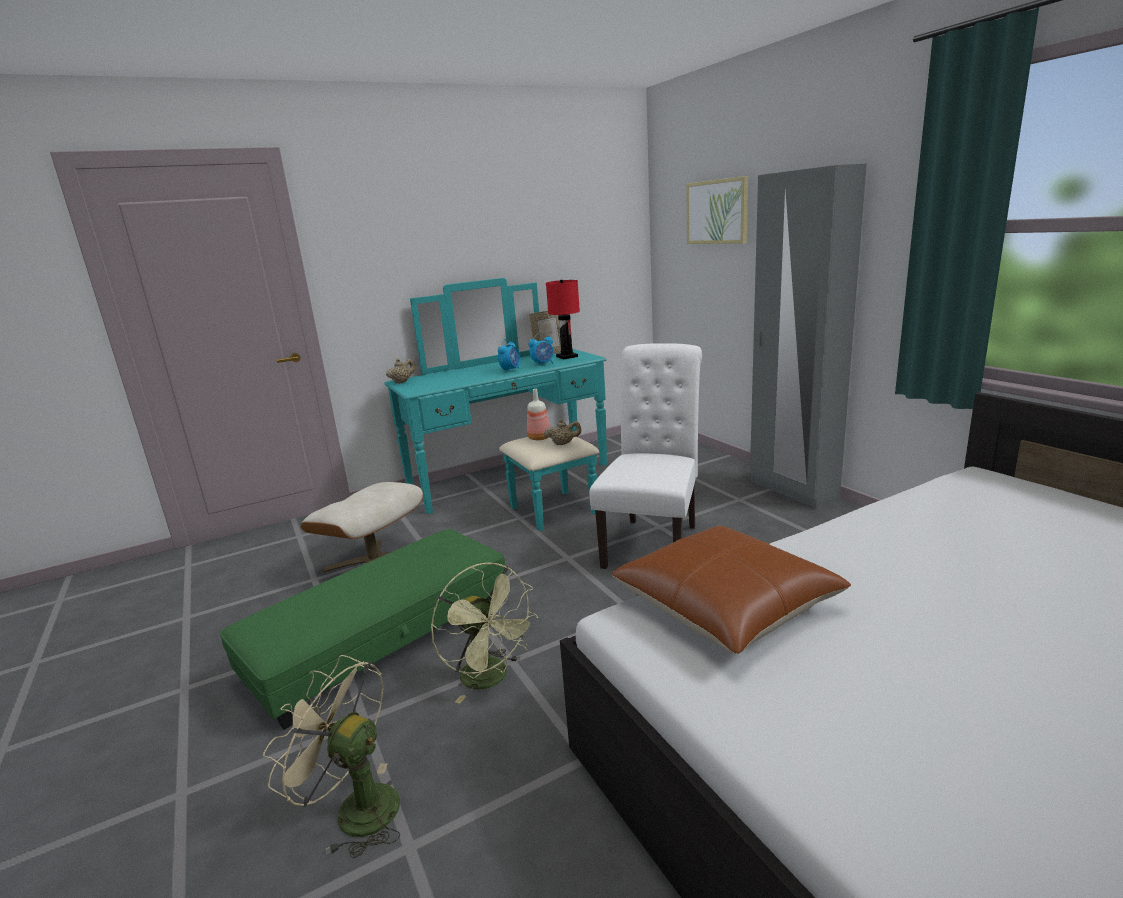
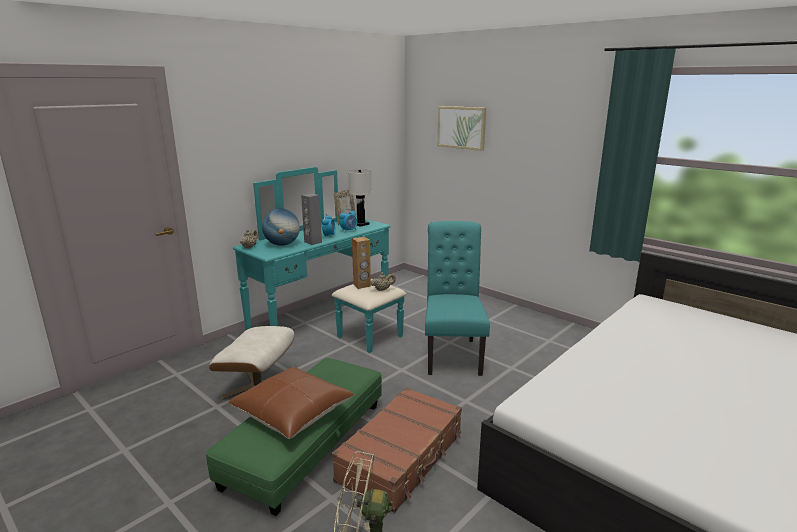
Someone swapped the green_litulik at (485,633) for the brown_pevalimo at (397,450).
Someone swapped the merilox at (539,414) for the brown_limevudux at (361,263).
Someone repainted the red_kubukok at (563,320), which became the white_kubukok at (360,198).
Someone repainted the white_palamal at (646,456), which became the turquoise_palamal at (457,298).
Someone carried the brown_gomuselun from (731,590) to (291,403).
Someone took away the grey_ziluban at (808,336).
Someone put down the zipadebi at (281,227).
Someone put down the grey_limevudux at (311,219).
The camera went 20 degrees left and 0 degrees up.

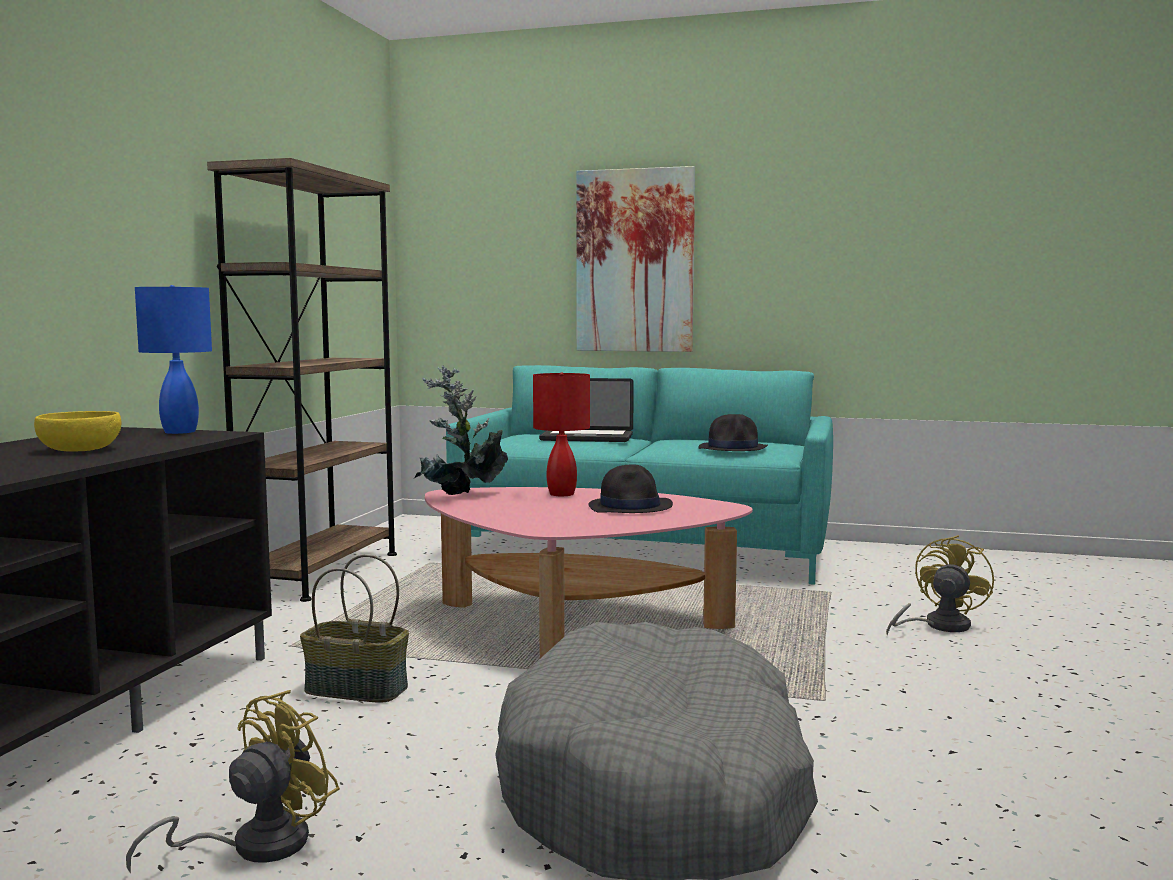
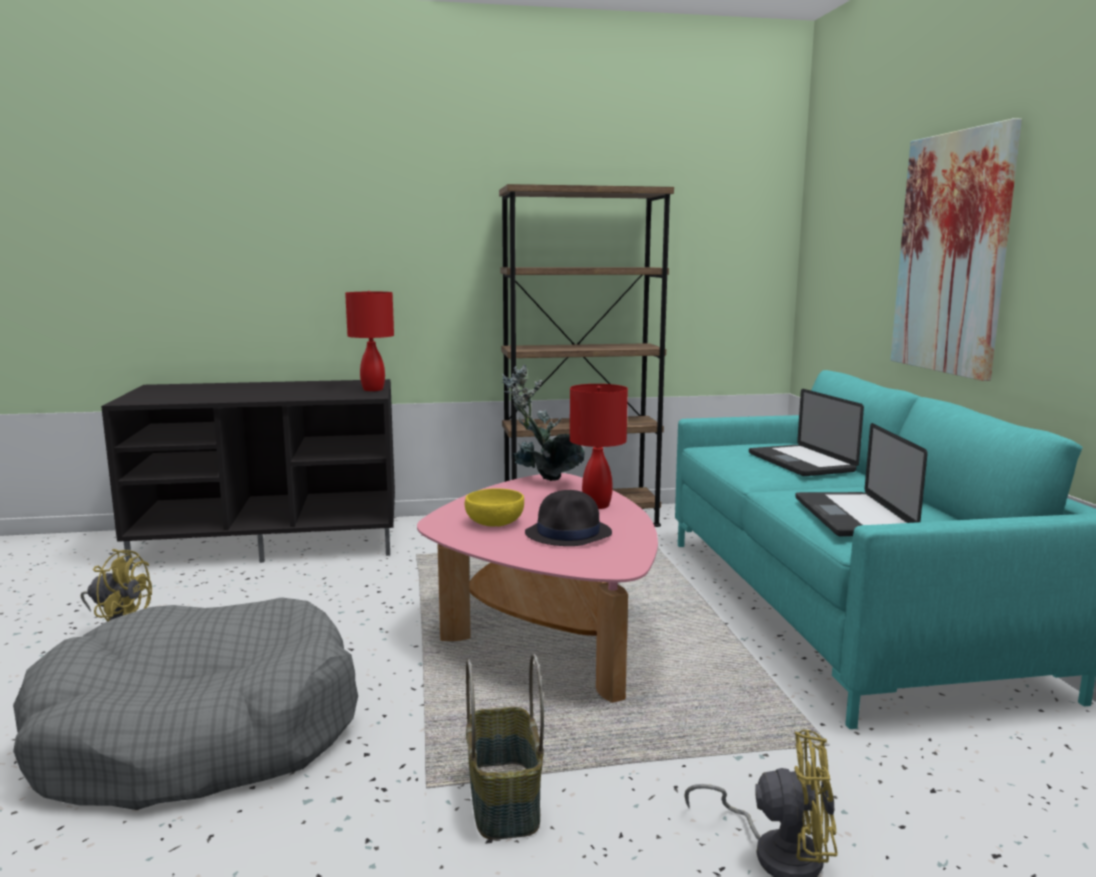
Someone carried the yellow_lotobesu from (77,431) to (494,507).
Someone repainted the blue_kubukok at (173,359), which became the red_kubukok at (369,341).
Someone carried the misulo from (354,628) to (505,747).
Someone swapped the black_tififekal at (733,432) for the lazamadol at (862,479).
The camera went 65 degrees right and 5 degrees up.

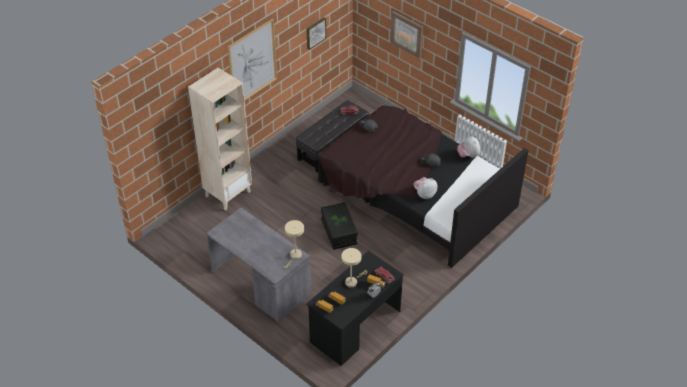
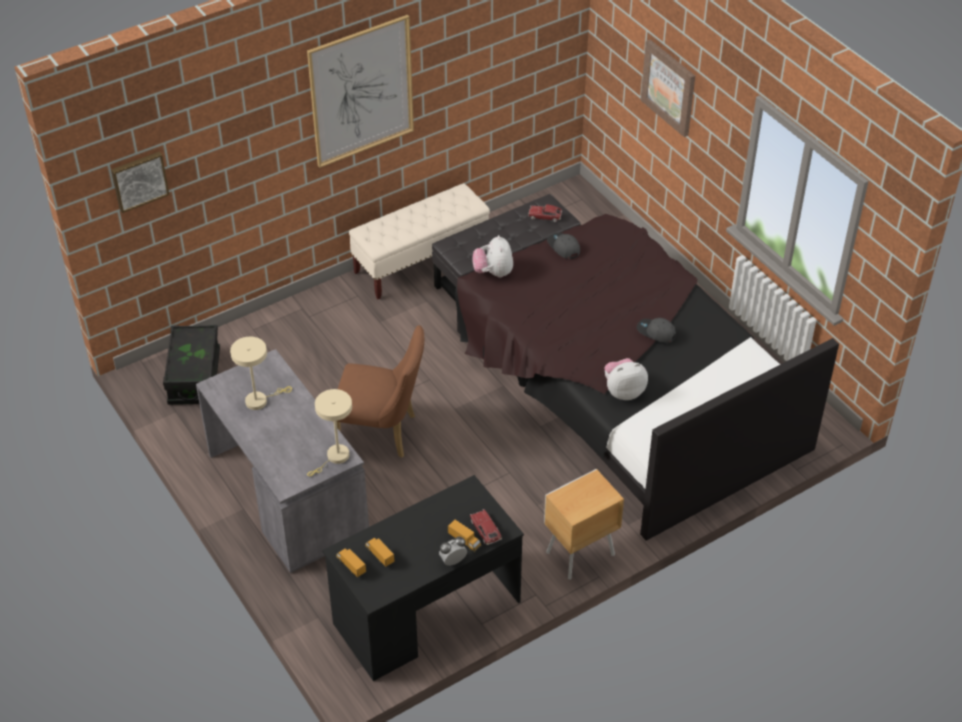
Someone took away the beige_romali at (220,139).
Someone carried the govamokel from (316,33) to (140,182).
Someone carried the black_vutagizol from (339,226) to (191,365).
Someone carried the beige_kubukok from (354,268) to (261,373).
Someone carried the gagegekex from (468,147) to (492,256).
Someone put down the brown_palamal at (380,391).
Someone put down the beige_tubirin at (419,241).
Someone put down the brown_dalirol at (584,524).
The camera went 15 degrees right and 0 degrees up.

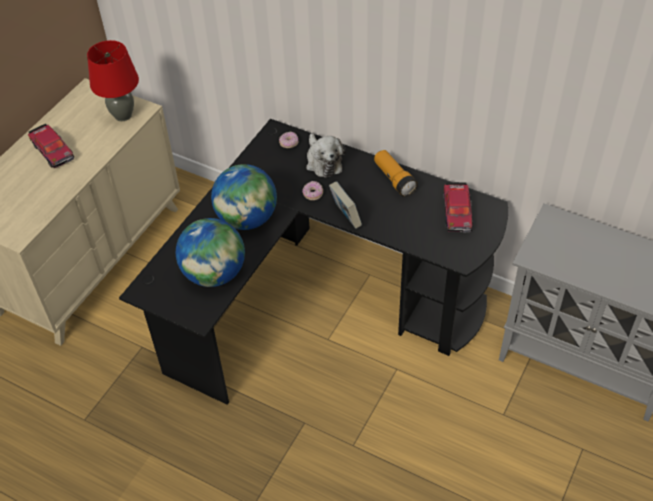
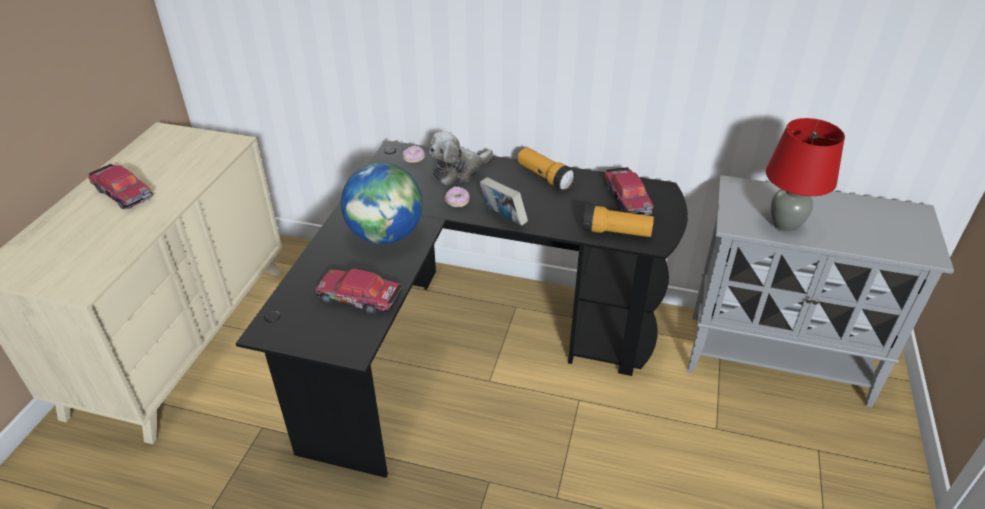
Someone carried the red_kubukok from (113,80) to (805,175).
Someone swapped the zipadebi at (210,252) for the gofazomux at (359,291).
Someone rotated the gagegekex at (326,155) by 90 degrees clockwise.
Someone put down the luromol at (618,221).
The camera went 15 degrees left and 10 degrees down.

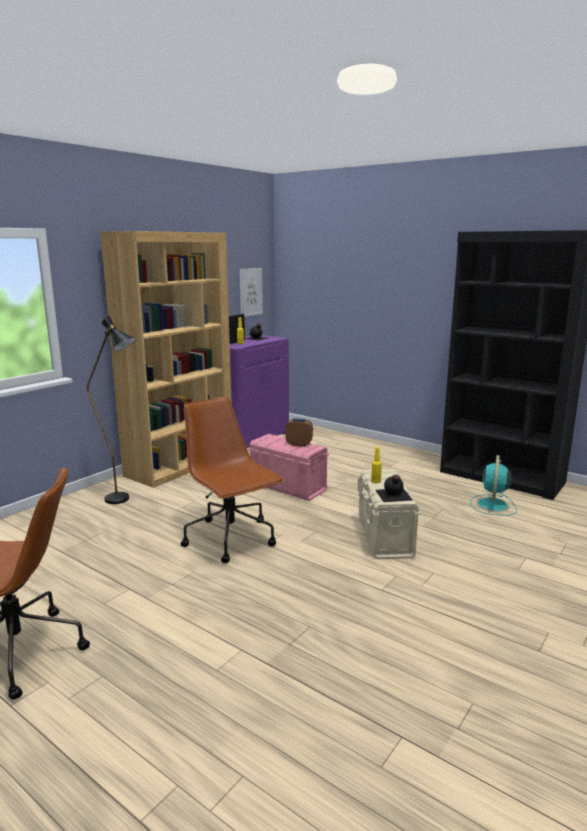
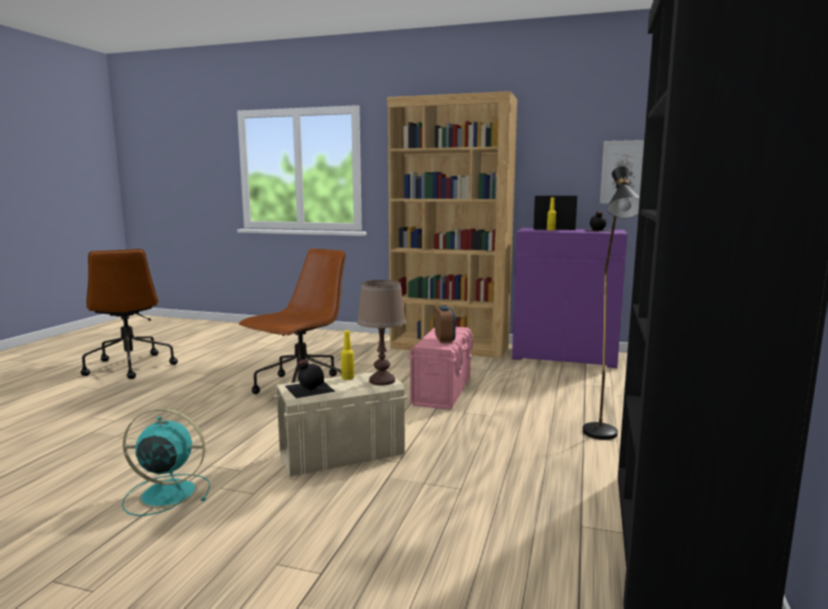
Someone carried the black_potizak from (111,410) to (611,303).
Someone carried the turquoise_litulik from (493,485) to (166,462).
Someone put down the brown_kubukok at (381,332).
The camera went 70 degrees right and 5 degrees down.

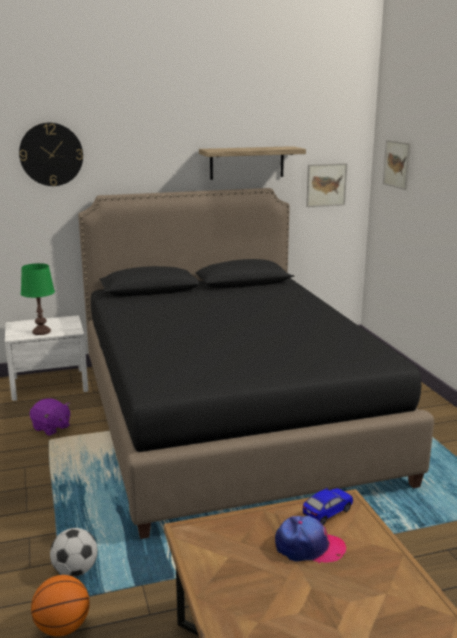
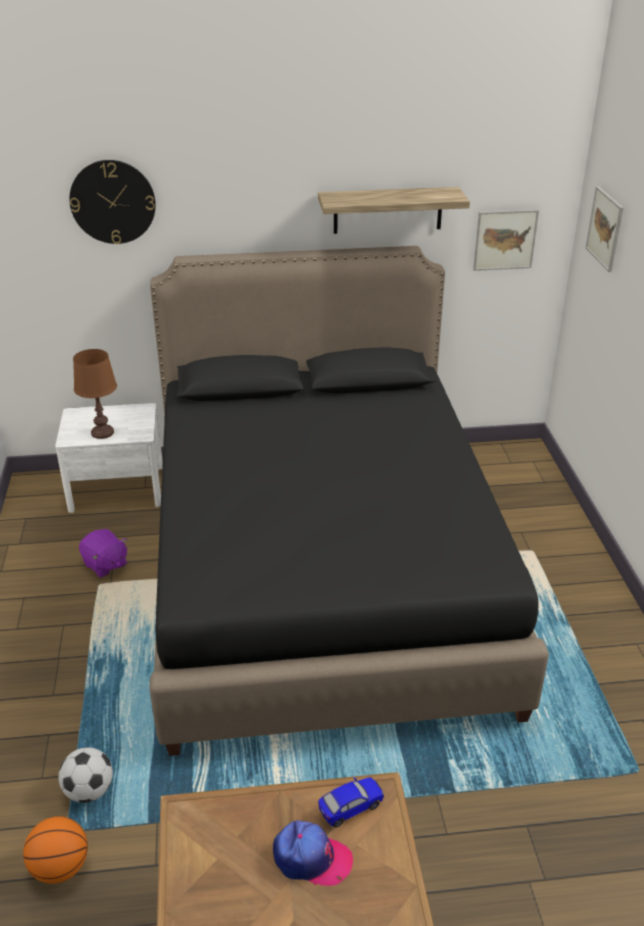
Someone repainted the green_kubukok at (38,299), which became the brown_kubukok at (95,394).
The camera went 10 degrees right and 15 degrees up.

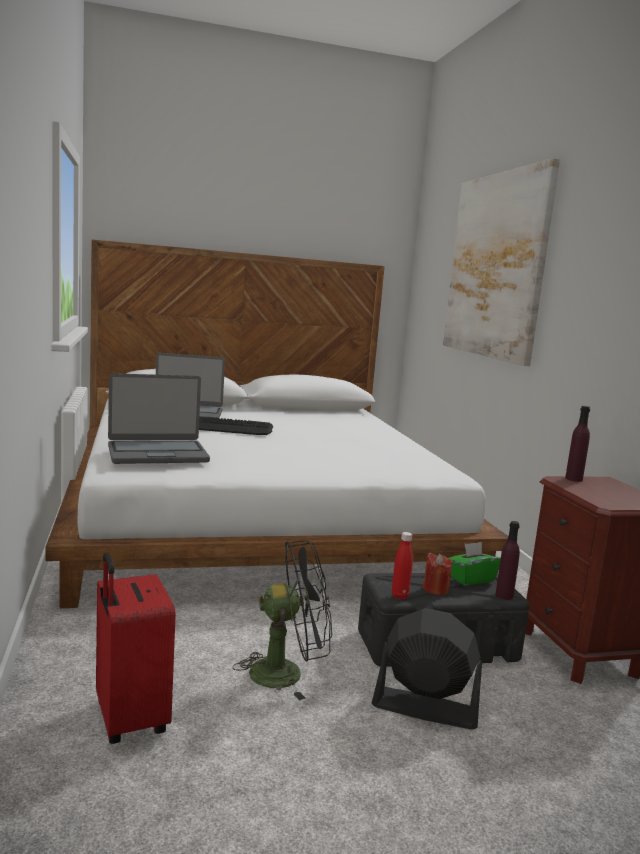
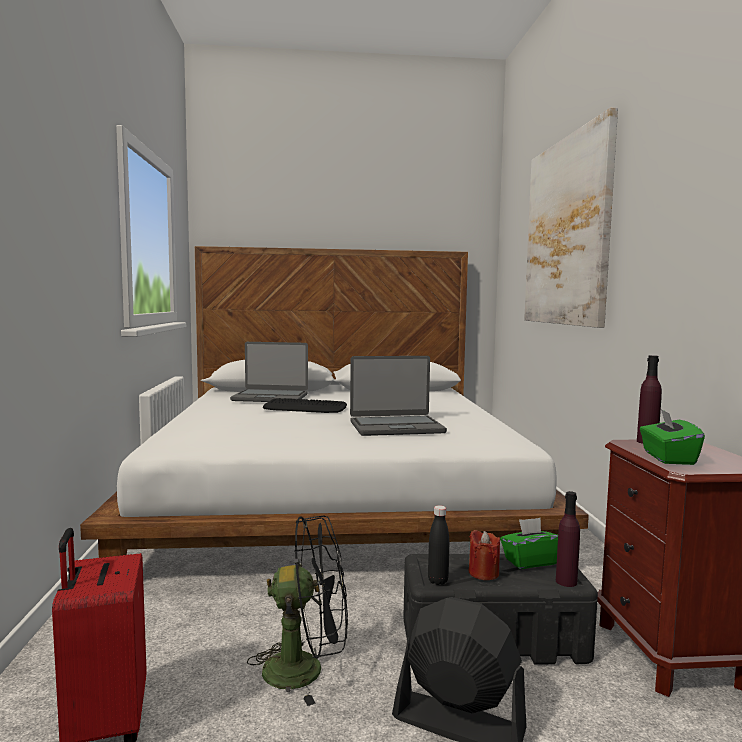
Someone carried the lazamadol from (159,418) to (398,396).
Someone repainted the red_merilox at (402,565), which became the black_merilox at (438,545).
Someone put down the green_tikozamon at (672,437).
The camera went 10 degrees right and 5 degrees down.

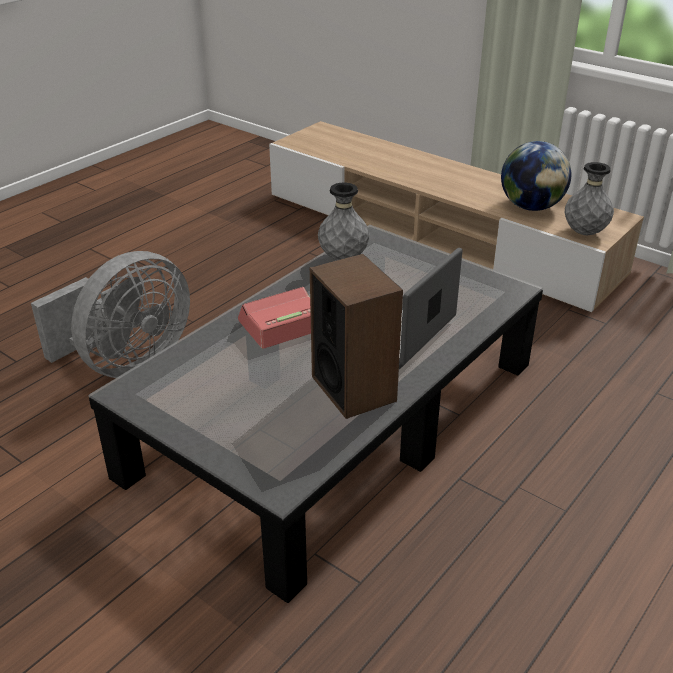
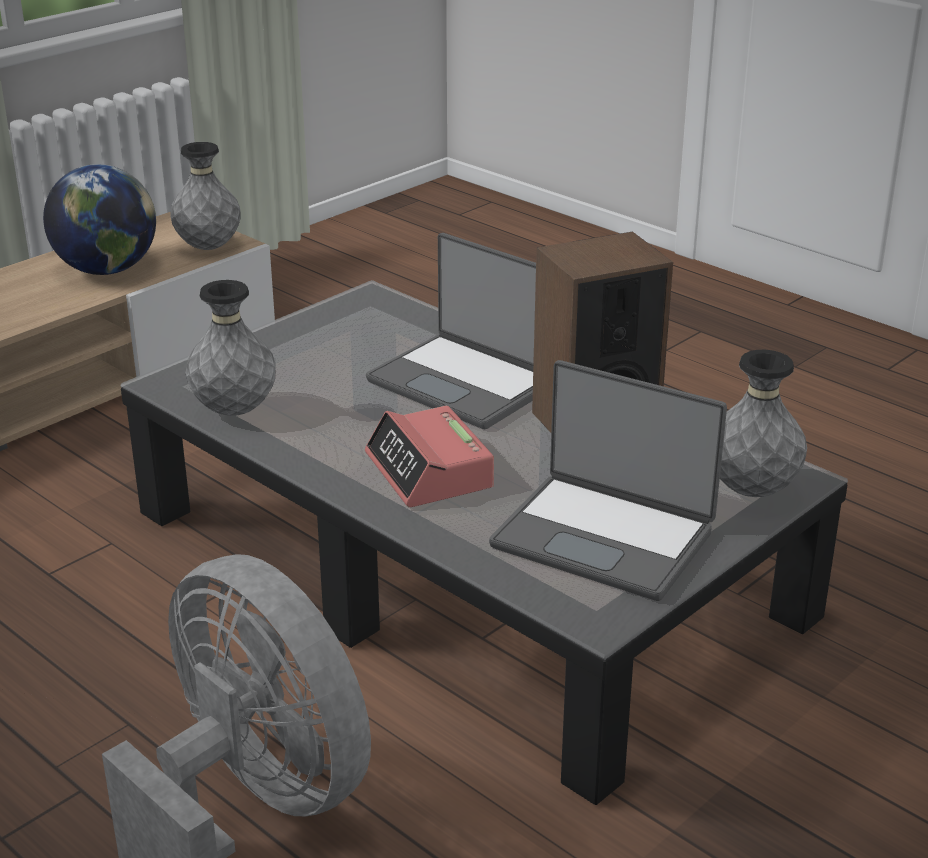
Someone put down the lazamadol at (608,480).
Someone put down the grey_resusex at (763,423).
The camera went 85 degrees left and 5 degrees down.

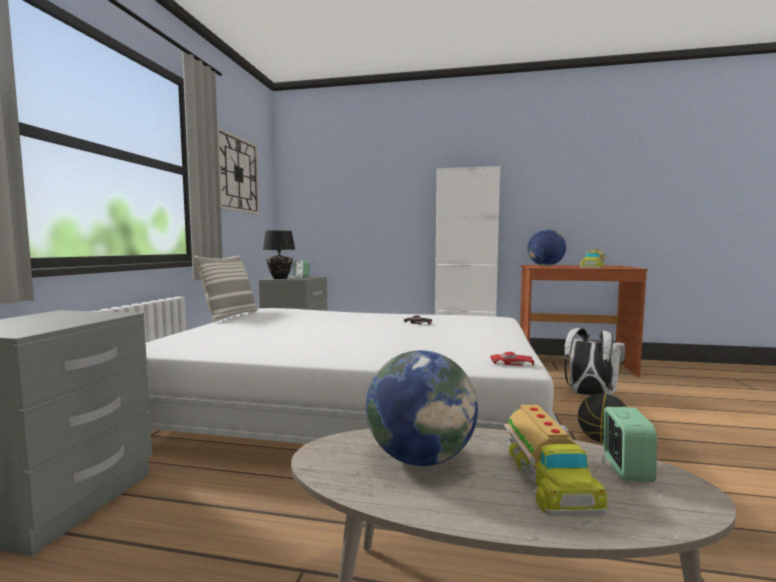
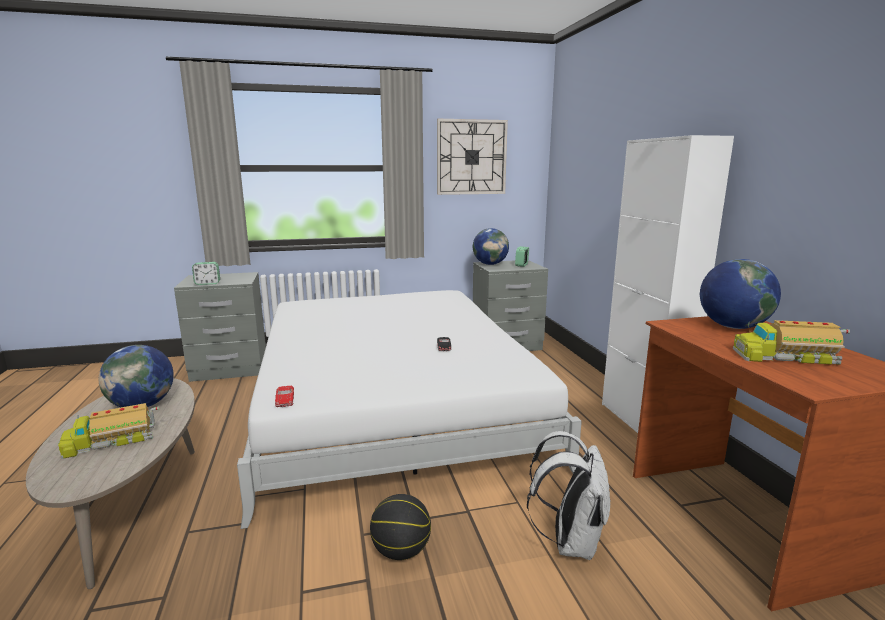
Someone took away the gomuselun at (225,289).
Someone swapped the black_kubukok at (279,254) for the zipadebi at (491,246).
Someone carried the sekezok from (630,444) to (206,273).
The camera went 65 degrees right and 10 degrees up.

